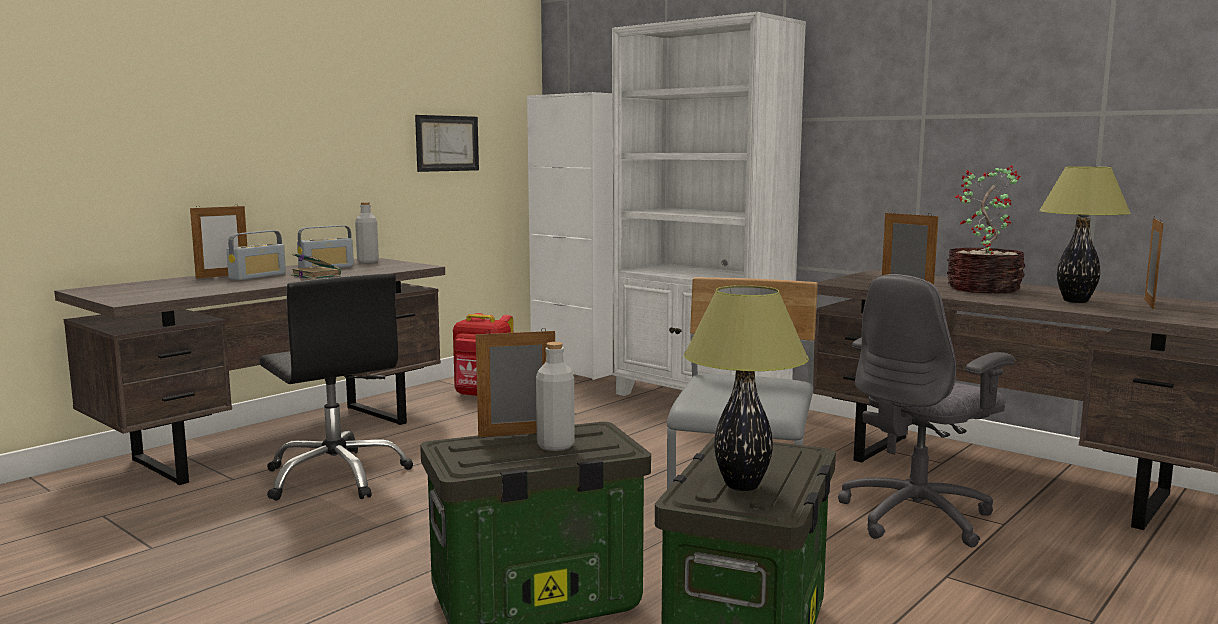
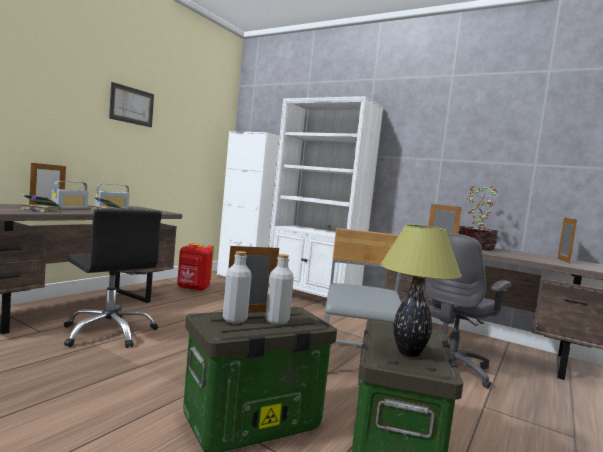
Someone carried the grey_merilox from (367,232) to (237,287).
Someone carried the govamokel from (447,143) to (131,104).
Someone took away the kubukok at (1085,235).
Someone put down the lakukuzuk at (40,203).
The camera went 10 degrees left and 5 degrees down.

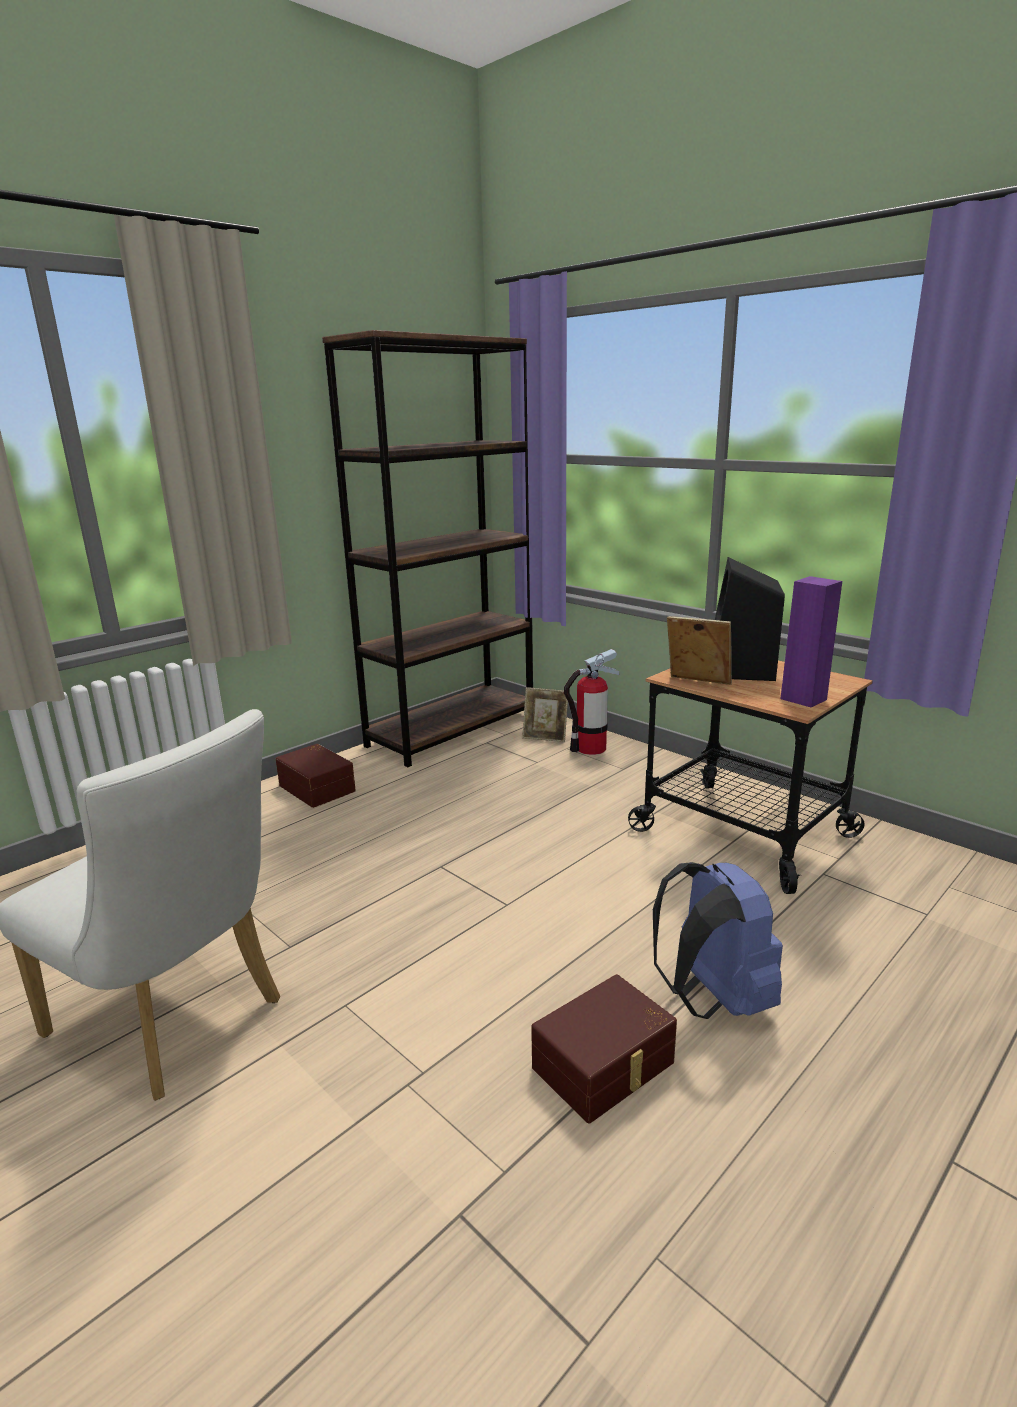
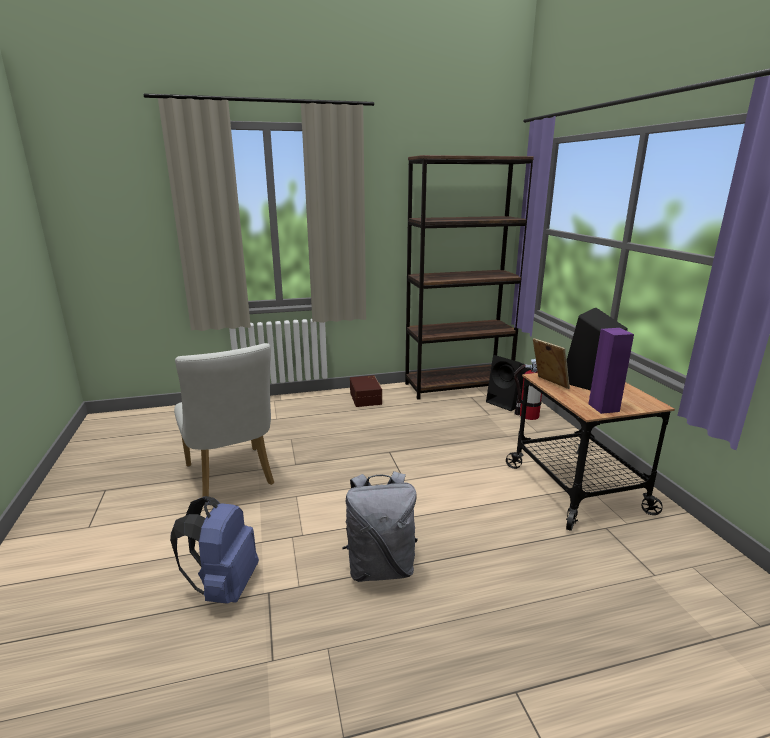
Someone swapped the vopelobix at (545,714) for the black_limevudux at (508,383).
Someone swapped the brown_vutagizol at (604,1048) for the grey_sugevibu at (380,526).
Someone carried the blue_sugevibu from (718,940) to (214,550).
The camera went 30 degrees right and 0 degrees up.

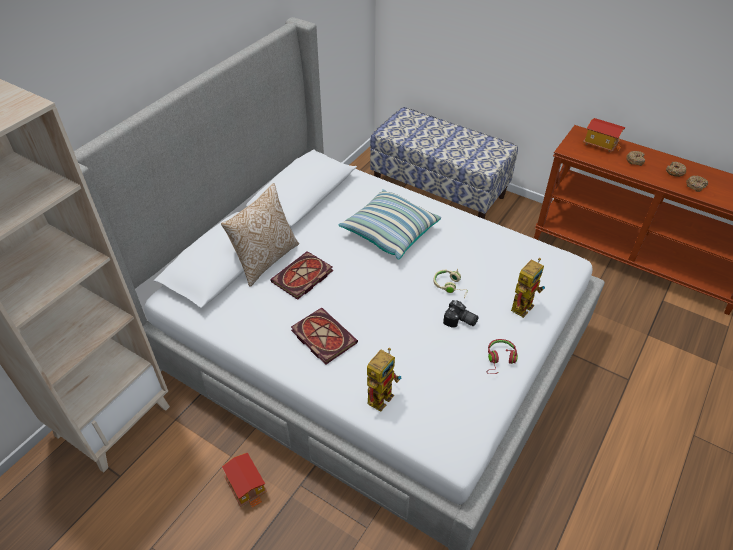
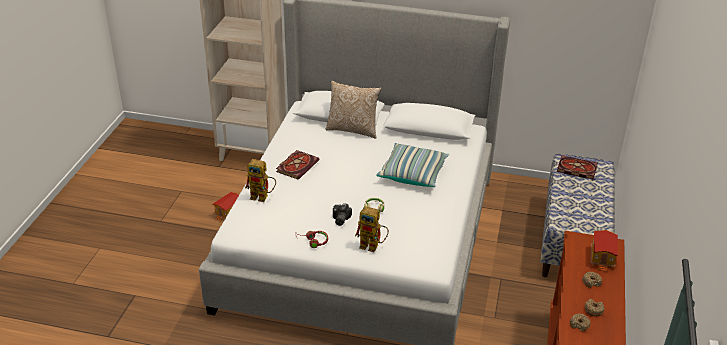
Someone carried the lakukuzuk from (301,275) to (577,167).
The camera went 70 degrees right and 10 degrees down.

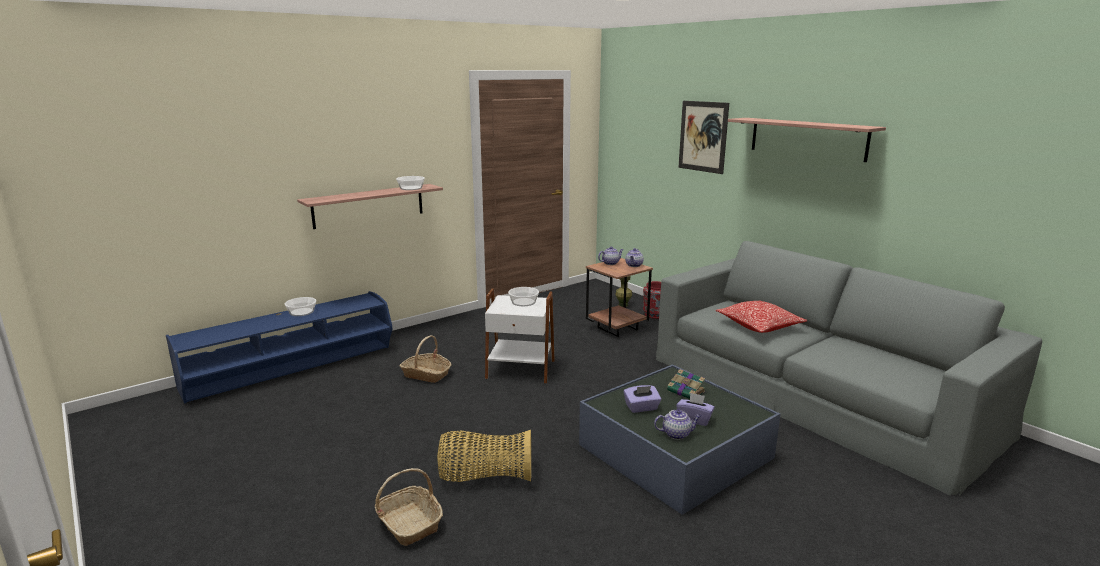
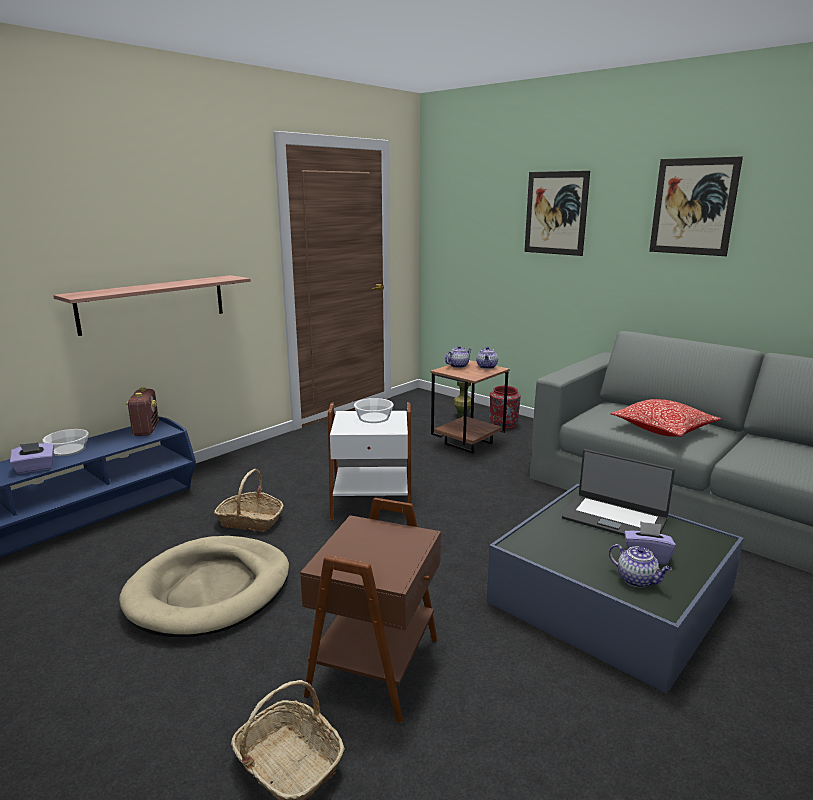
Someone took away the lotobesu at (410,183).
Someone swapped the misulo at (484,456) for the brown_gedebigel at (370,611).
Someone carried the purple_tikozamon from (642,399) to (32,458).
Someone rotated the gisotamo at (677,424) by 60 degrees clockwise.
Someone swapped the lakukuzuk at (686,384) for the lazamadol at (618,492).
Someone swapped the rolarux at (807,140) for the govamokel at (696,206).
Someone put down the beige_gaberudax at (204,586).
Someone put down the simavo at (142,411).
The camera went 10 degrees left and 0 degrees up.

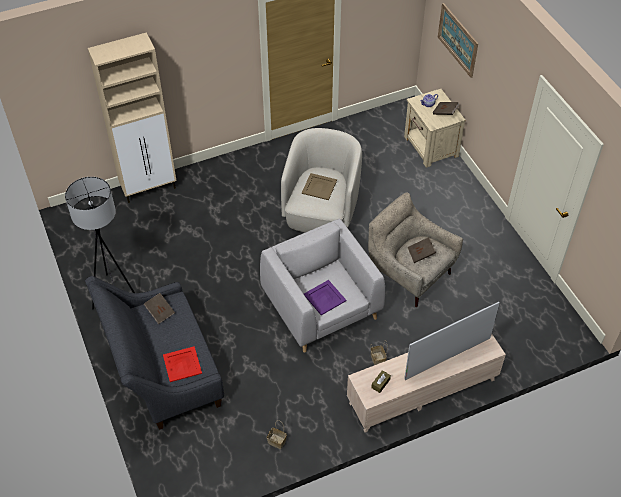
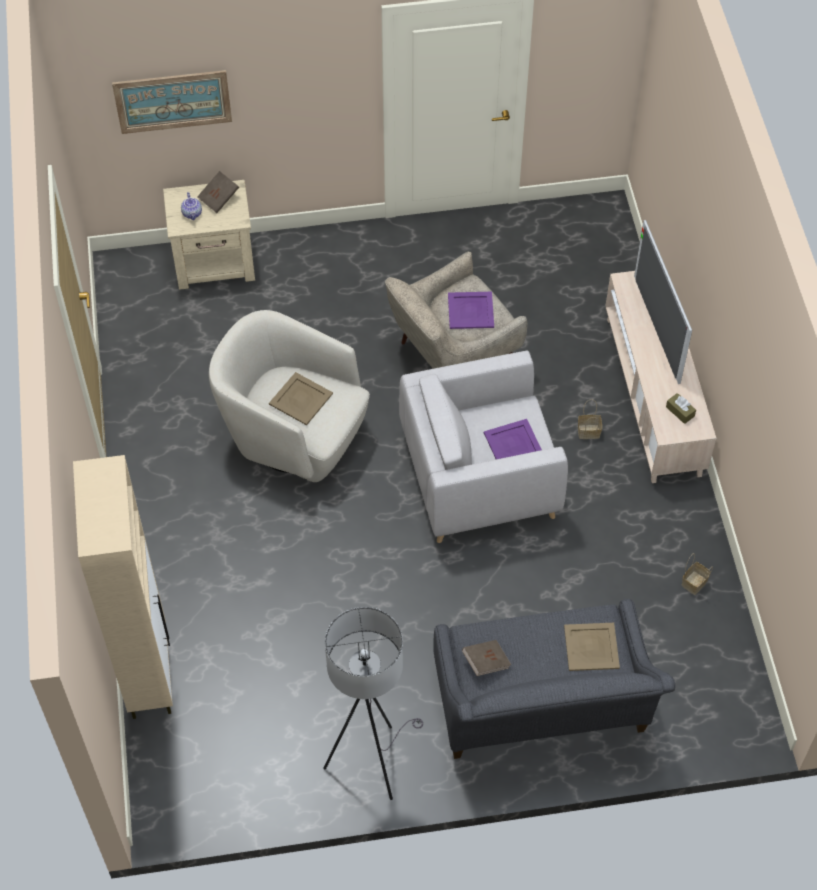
Someone repainted the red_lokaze at (182,364), which became the beige_lokaze at (592,647).
Someone swapped the brown_lakukuzuk at (421,250) for the purple_lokaze at (471,310).
The camera went 75 degrees left and 5 degrees up.

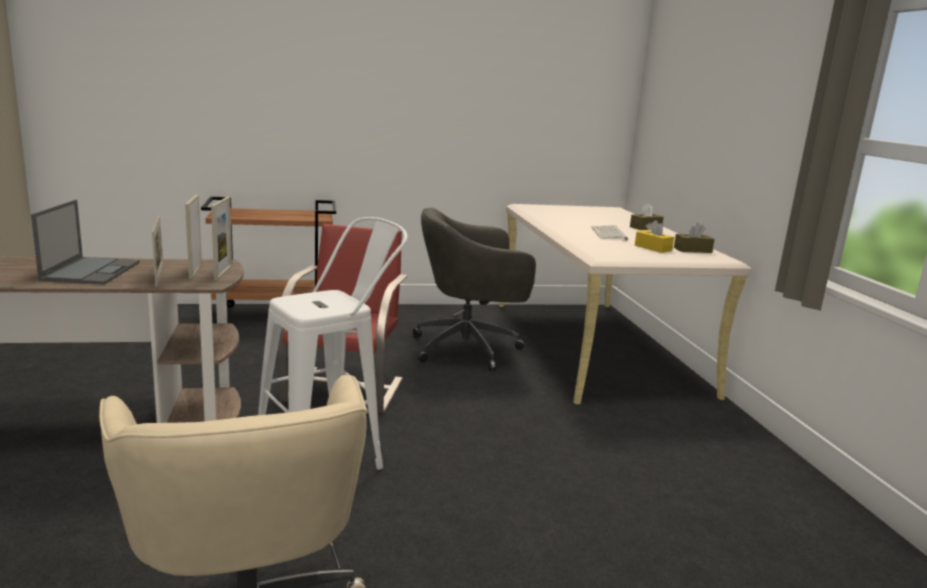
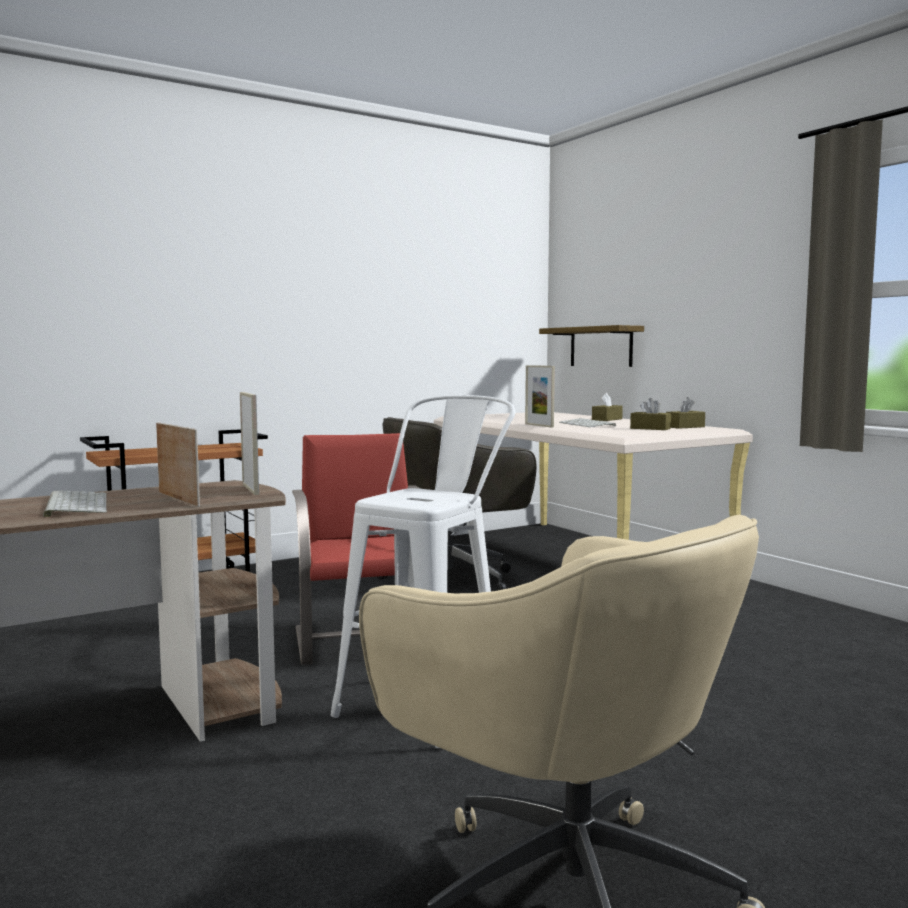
Someone swapped the lazamadol at (85,242) for the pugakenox at (75,504).
Someone carried the vopelobix from (193,237) to (540,396).
Someone repainted the yellow_tikozamon at (654,236), which became the brown_tikozamon at (650,414).
Someone put up the rolarux at (591,346).
The camera went 20 degrees left and 10 degrees down.

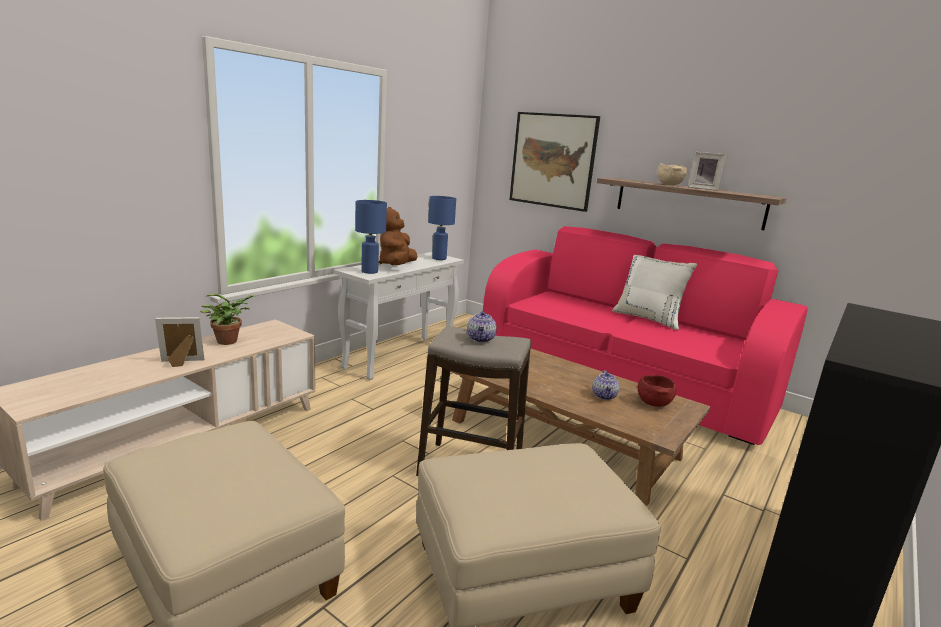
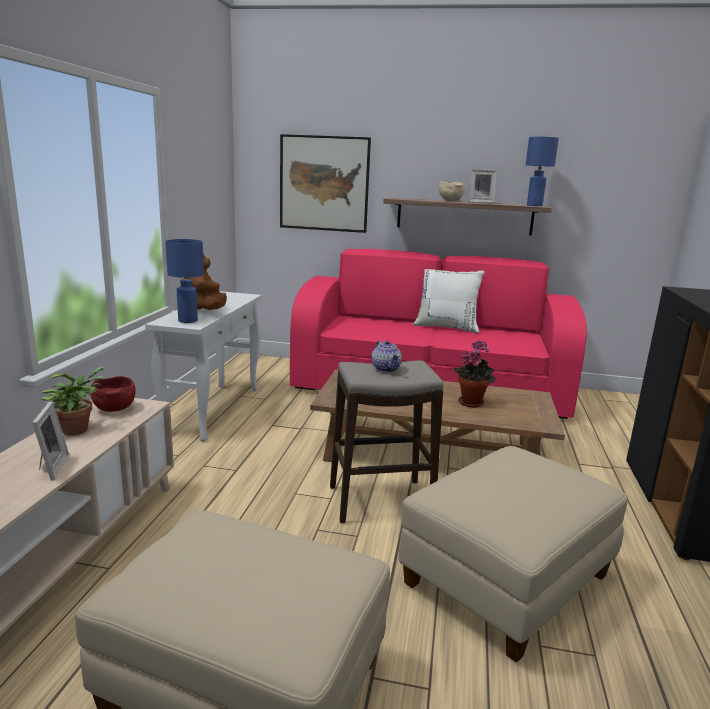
Someone rotated the vopelobix at (179,342) by 120 degrees clockwise.
Someone carried the blue_kubukok from (442,228) to (542,171).
Someone swapped the gisotamo at (605,385) for the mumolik at (475,374).
Someone carried the red_lotobesu from (656,391) to (113,394).
The camera went 25 degrees left and 0 degrees up.

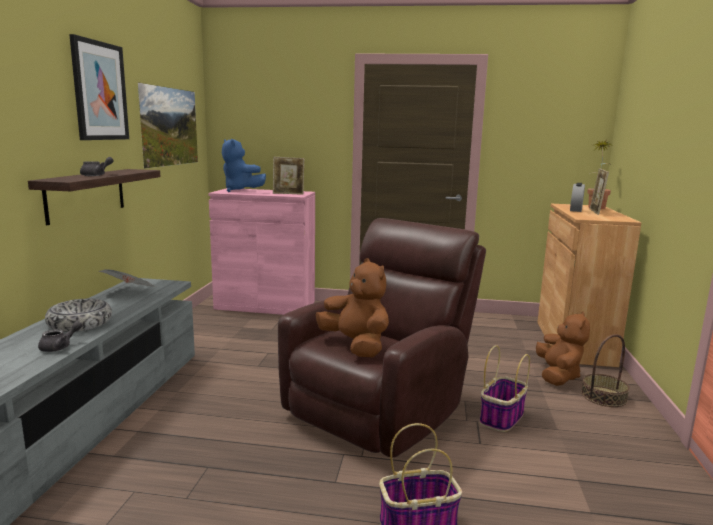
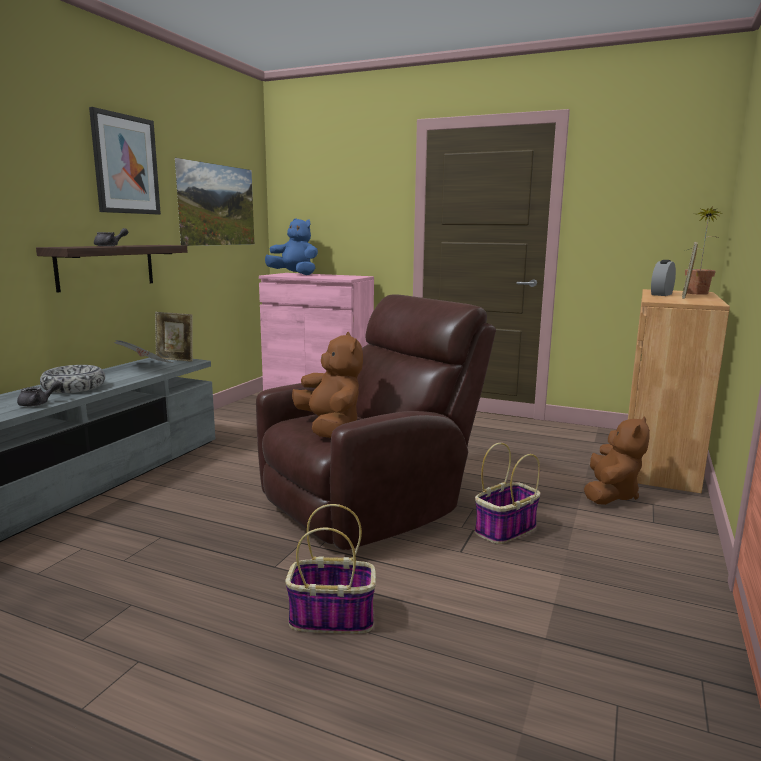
Someone rotated the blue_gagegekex at (244,165) by 150 degrees clockwise.
Someone carried the vopelobix from (289,176) to (174,337).
Someone took away the misulo at (605,370).
The camera went 15 degrees right and 0 degrees up.

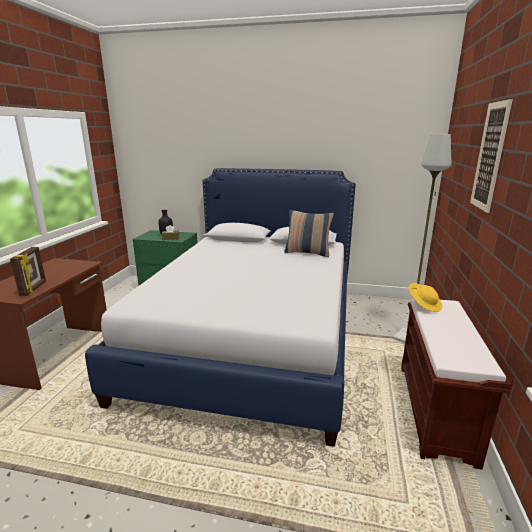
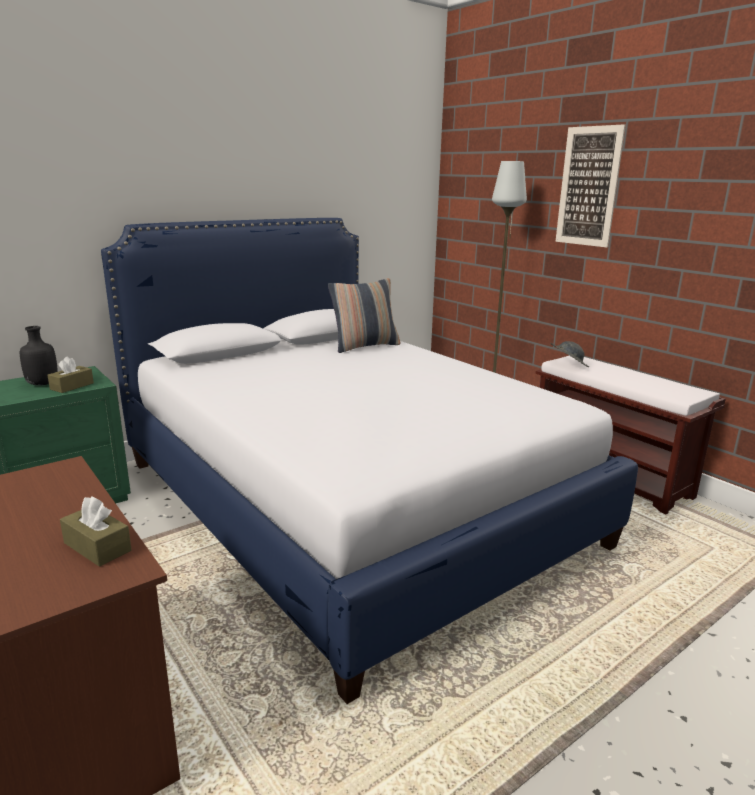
Someone swapped the vopelobix at (28,271) for the brown_tikozamon at (96,531).
Someone repainted the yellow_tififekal at (425,297), which became the grey_tififekal at (569,354).
The camera went 50 degrees left and 0 degrees up.

